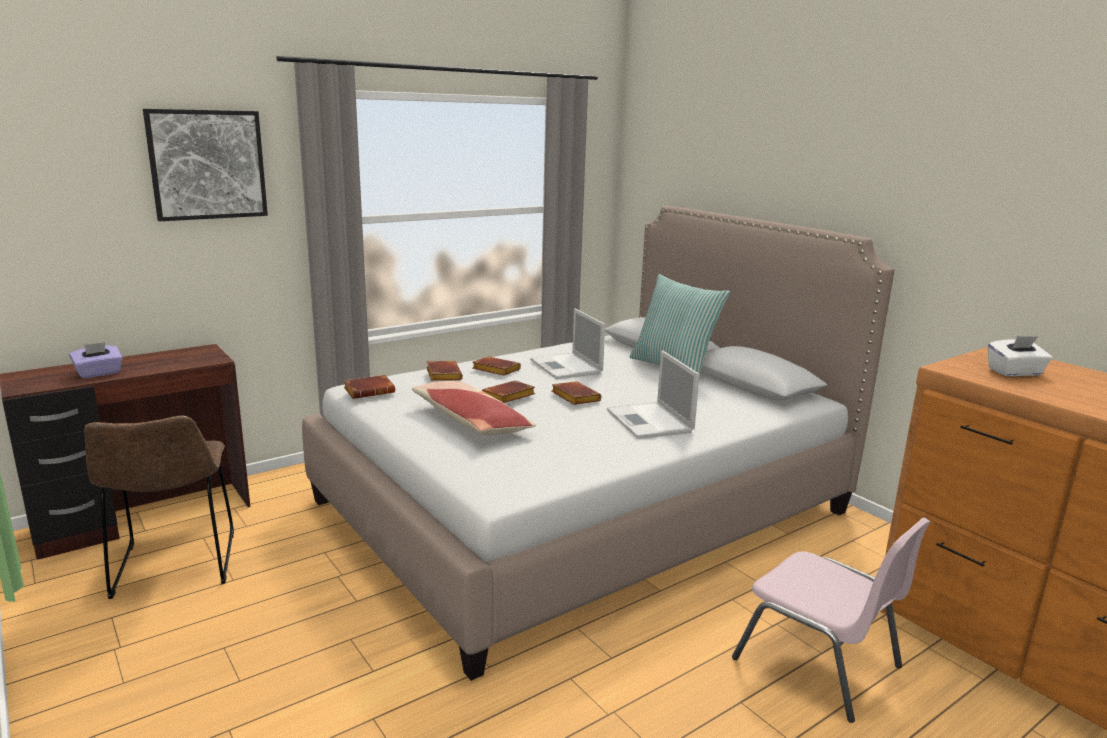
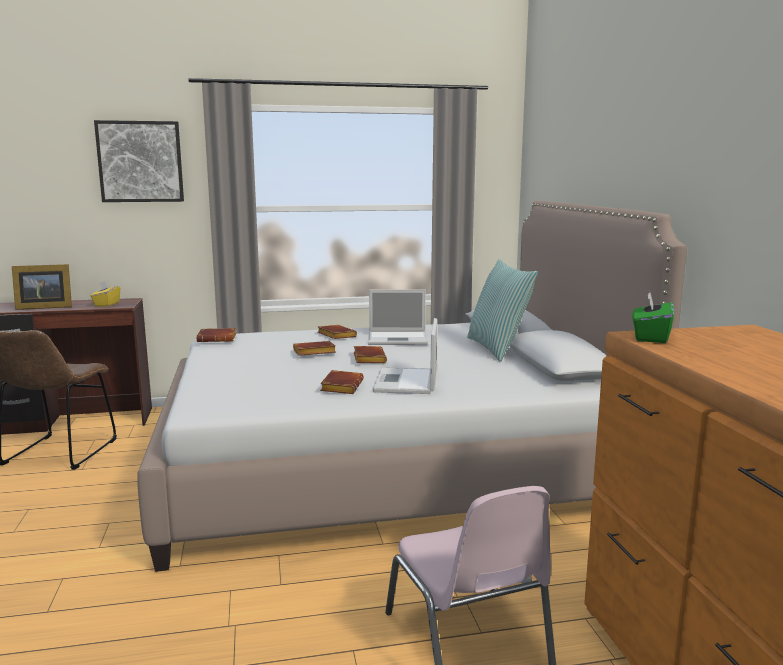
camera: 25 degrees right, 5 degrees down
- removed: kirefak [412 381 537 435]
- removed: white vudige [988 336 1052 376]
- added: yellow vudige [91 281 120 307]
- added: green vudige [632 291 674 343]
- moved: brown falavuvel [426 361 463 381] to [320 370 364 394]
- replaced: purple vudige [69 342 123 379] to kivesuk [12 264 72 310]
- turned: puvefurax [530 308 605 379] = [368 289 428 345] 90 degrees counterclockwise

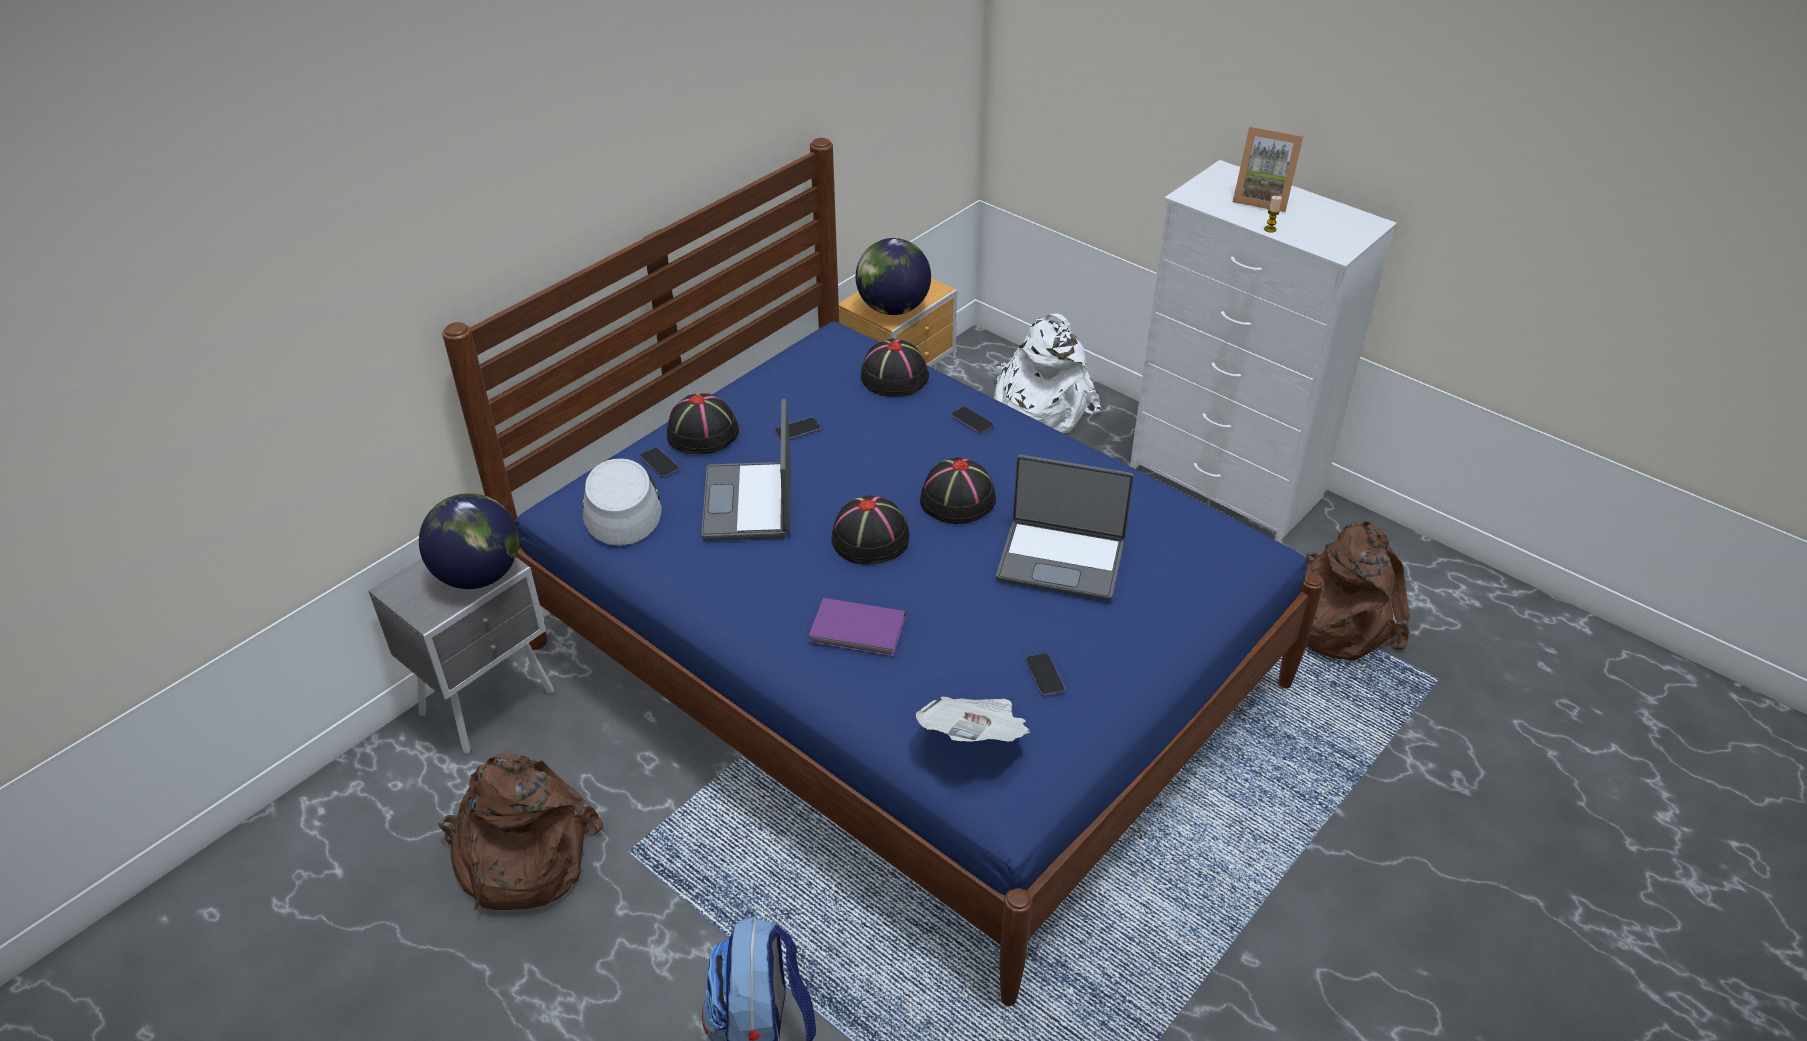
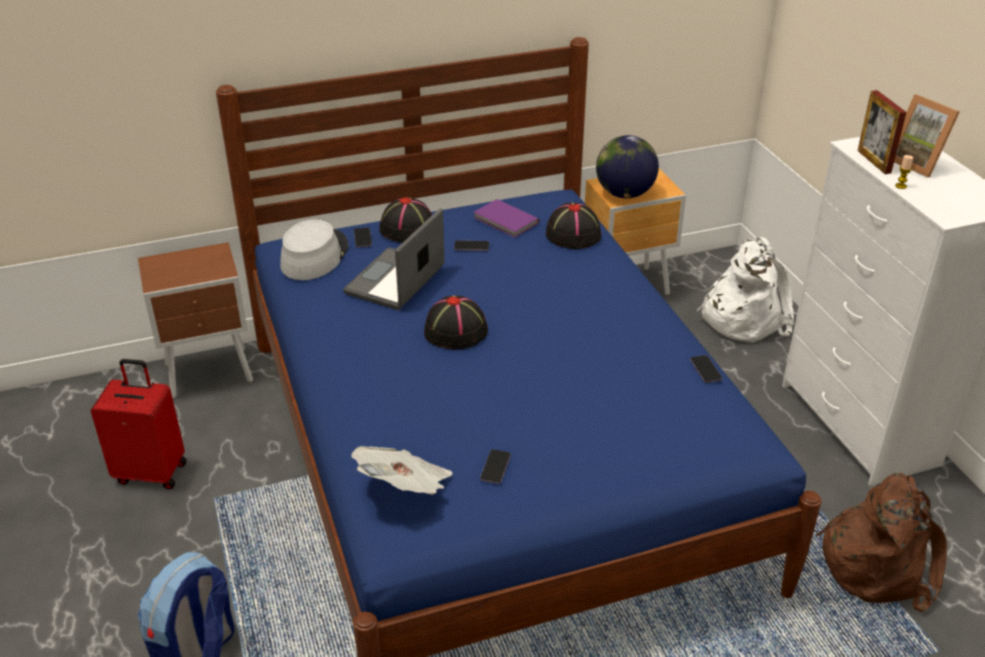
camera: 30 degrees right, 5 degrees down
- removed: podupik [419 493 519 589]
- removed: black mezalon [920 457 996 524]
- removed: puvefurax [996 455 1134 601]
- added: kivesuk [858 90 907 174]
- moved: purple falavuvel [809 598 906 656] to [473 199 539 238]
- moved: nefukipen [951 406 994 434] to [690 355 722 383]
- replaced: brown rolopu [438 753 603 910] to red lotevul [91 359 187 489]
- recoloured: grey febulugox [368 557 554 754] to brown febulugox [138 242 253 399]

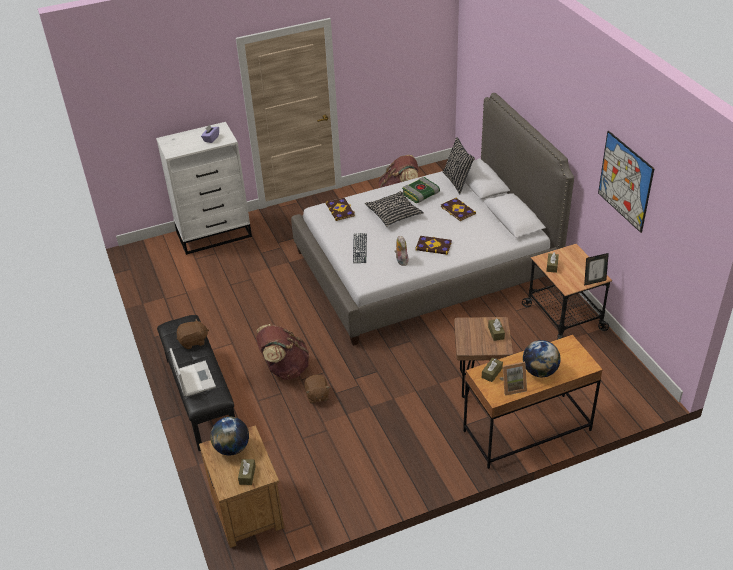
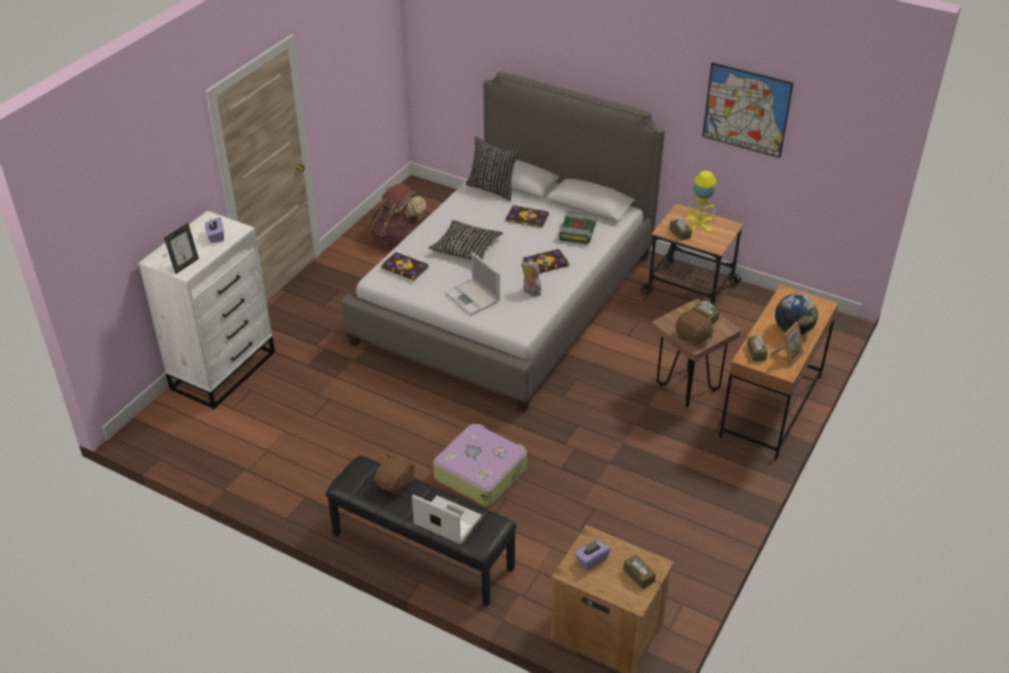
camera: 40 degrees left, 0 degrees up
- added: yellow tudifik [687 171 716 232]
- moved: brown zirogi [304 374 330 403] to [675 310 713 346]
- moved: falavuvel [402 177 440 203] to [559 212 597 244]
- moved: kivesuk [584 253 609 286] to [164 223 199 274]
- replaced: podupik [210 417 249 456] to purple vudige [575 540 610 571]
- replaced: brown rolopu [256 324 310 380] to lotevul [433 424 527 507]
- replaced: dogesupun [353 233 367 263] to puvefurax [445 252 500 315]

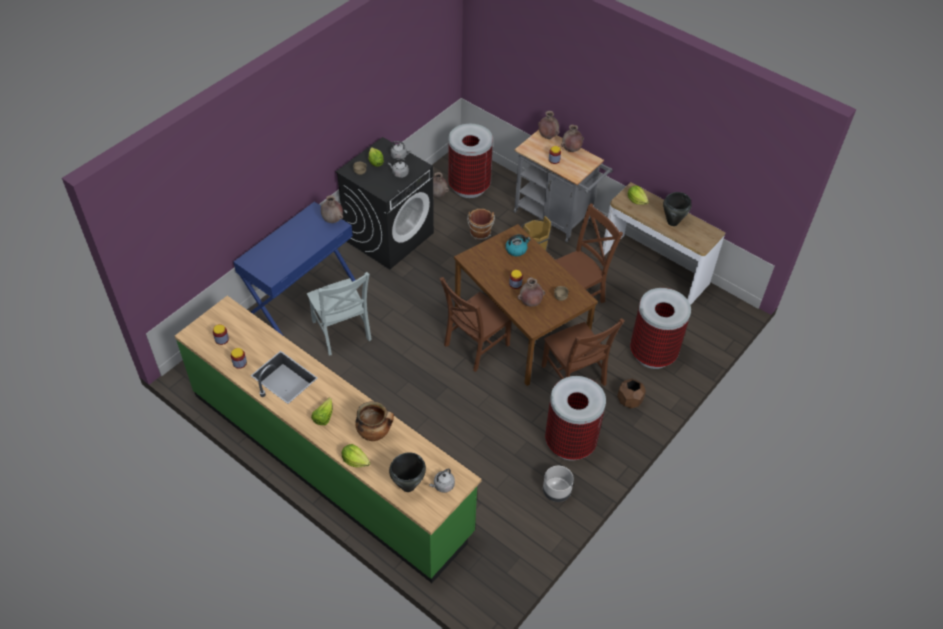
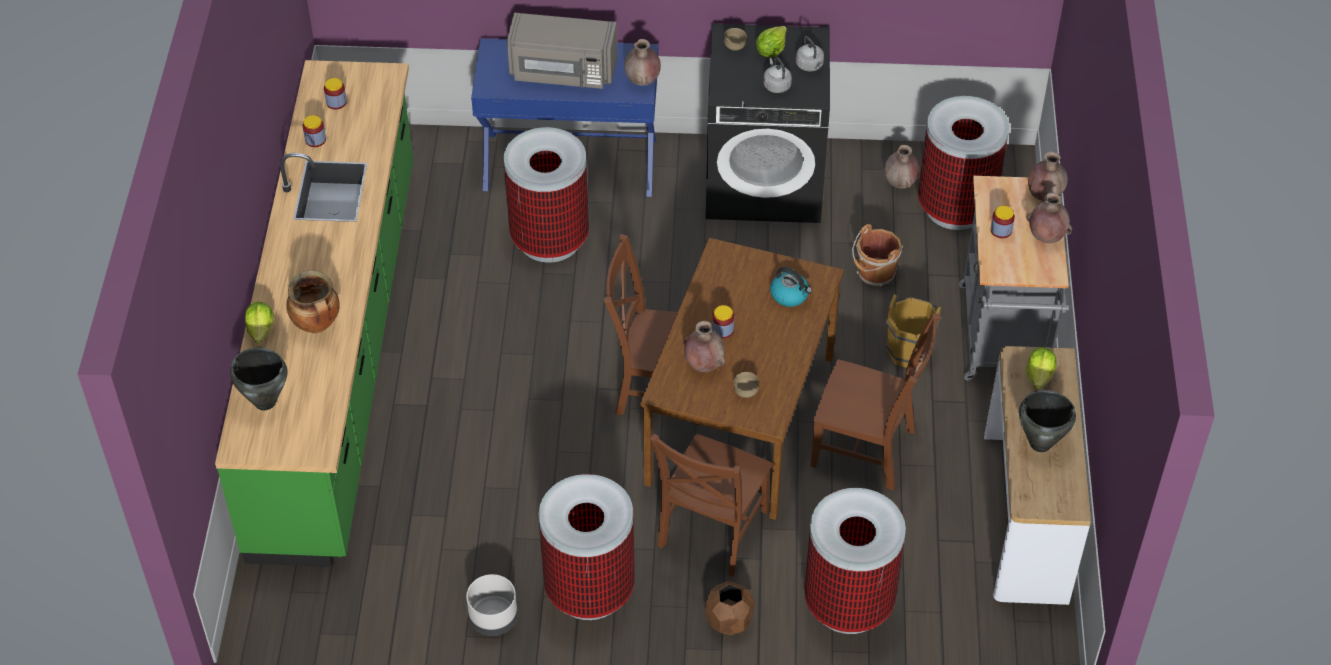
camera: 55 degrees right, 0 degrees up
- removed: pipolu [311 397 333 425]
- removed: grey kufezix [429 469 455 493]
- added: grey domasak [507 13 617 89]
- replaced: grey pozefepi [307 272 372 355] to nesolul [504 127 589 263]

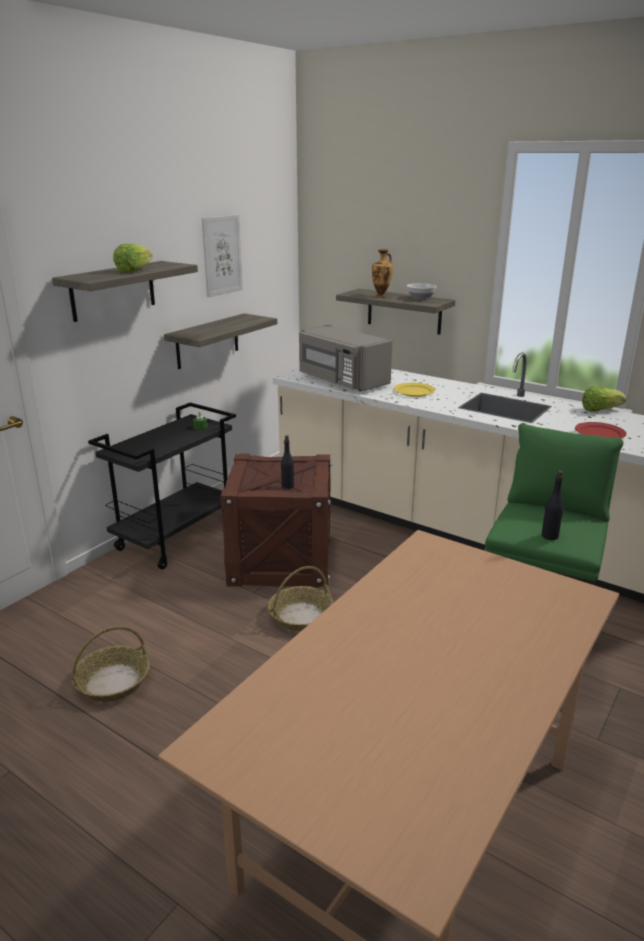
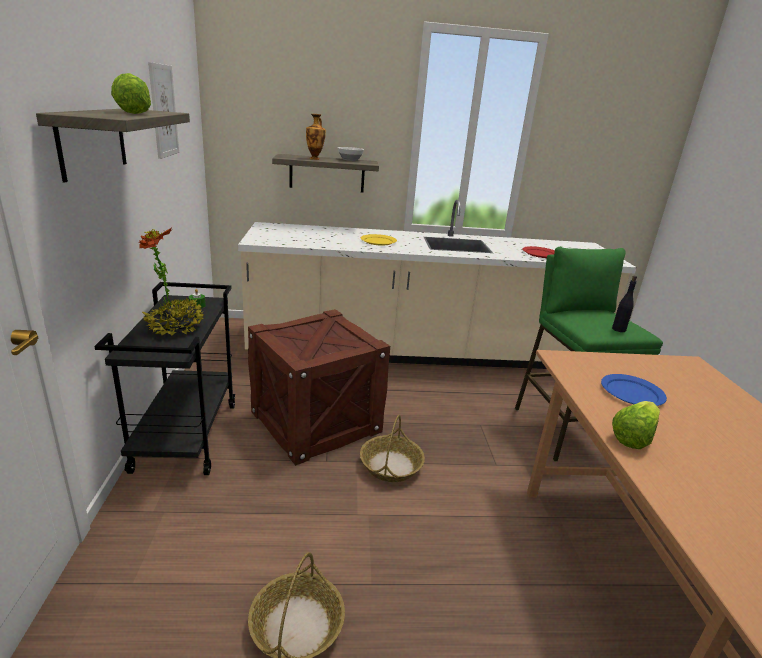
camera: 40 degrees left, 0 degrees up
- removed: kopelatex [164 313 277 369]
- removed: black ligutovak [281 435 294 489]
- removed: grey domasak [299 325 393 392]
- added: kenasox [138 228 204 335]
- added: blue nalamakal [601 374 667 406]
- moved: pipolu [582 386 626 412] to [612 401 660 449]

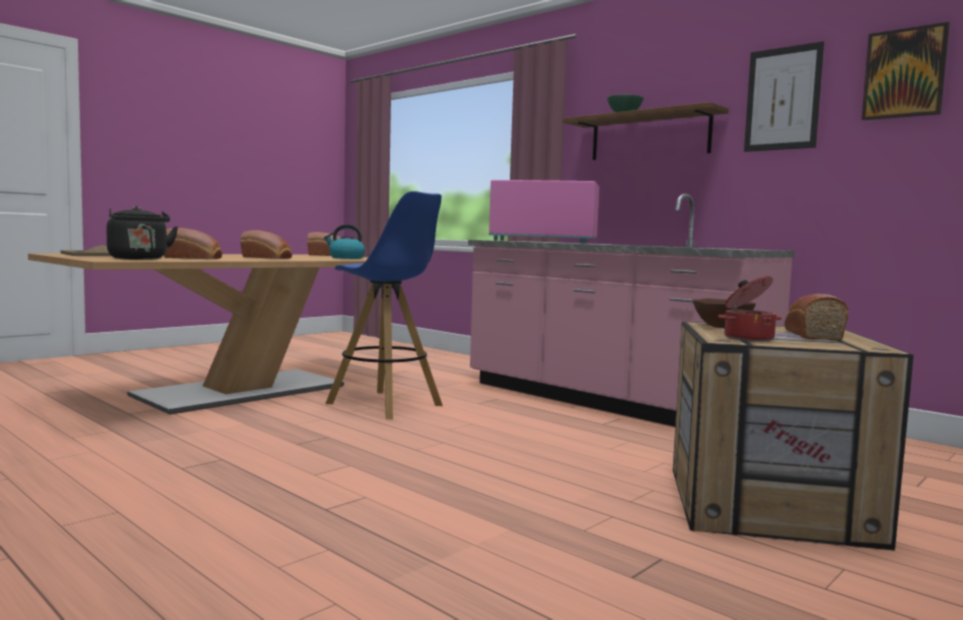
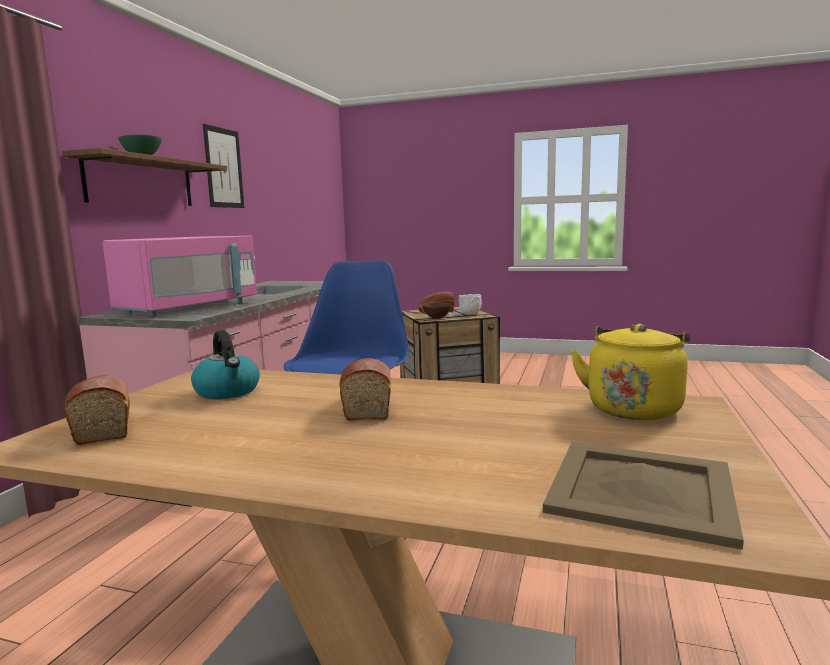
camera: 115 degrees left, 5 degrees up
- removed: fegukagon [164 228 222 259]
- removed: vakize [862 22 950 120]
- replaced: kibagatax [718 276 782 342] to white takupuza [458 294 482 315]
- recoloured: black kufezix [107 206 178 260] to yellow kufezix [570 324 690 420]
- turned: pink domasak [489 180 599 243] = [103 235 257 316] 135 degrees counterclockwise

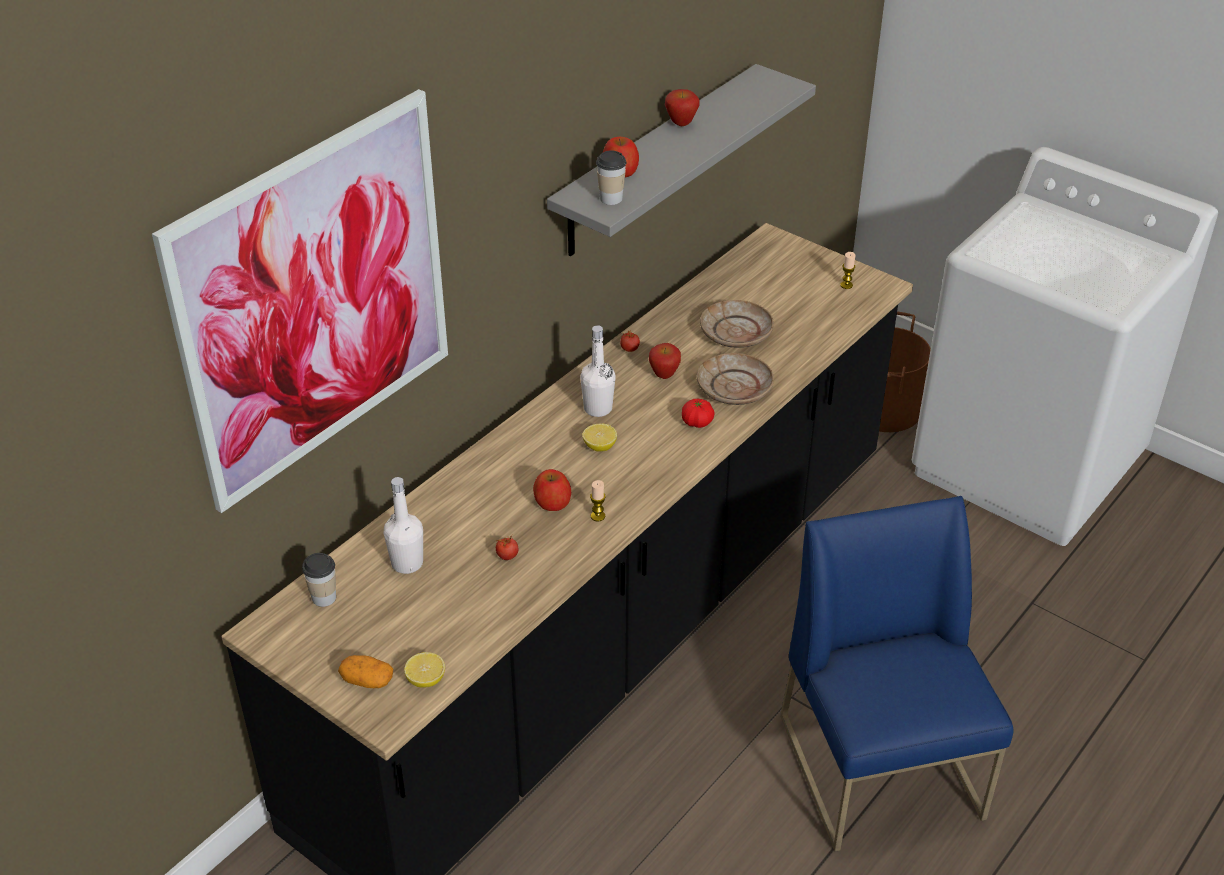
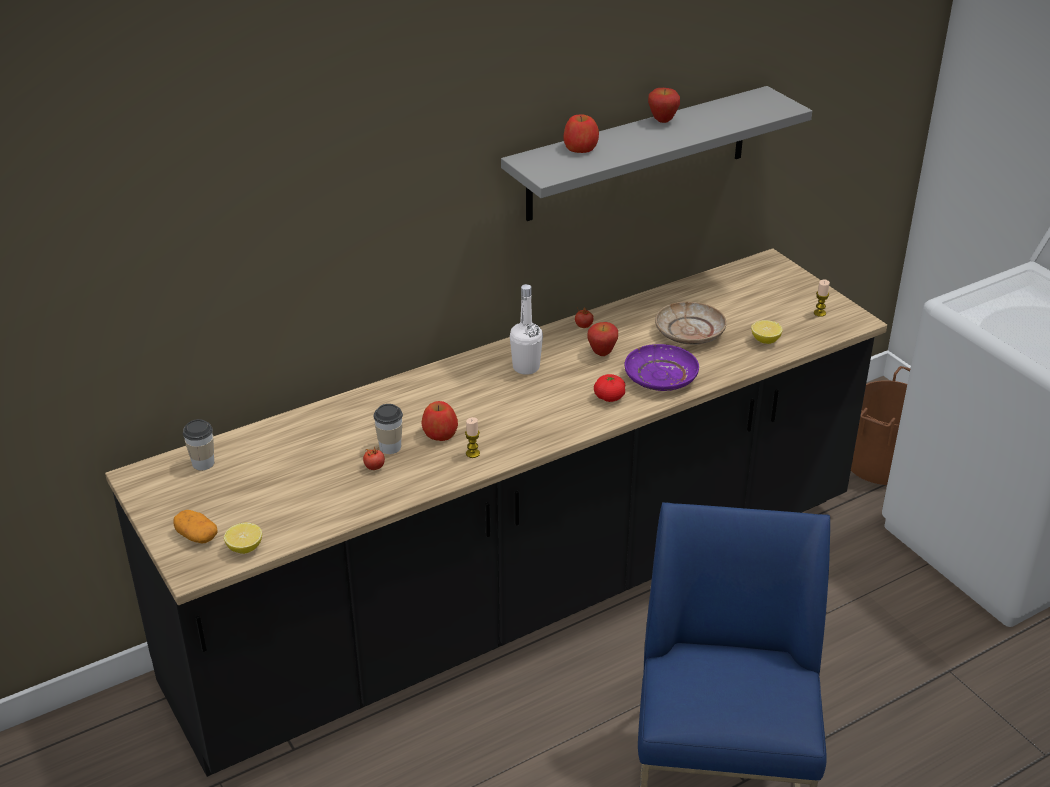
camera: 20 degrees right, 5 degrees down
- removed: vakize [152 89 448 513]
- removed: white ligutovak [384 477 423 574]
- moved: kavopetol [582 424 617 451] to [751 320 783 344]
- moved: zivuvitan [596 150 626 205] to [373 404 403 454]
- recoloured: beige nalamakal [697 353 774 405] to purple nalamakal [624 344 699 391]

